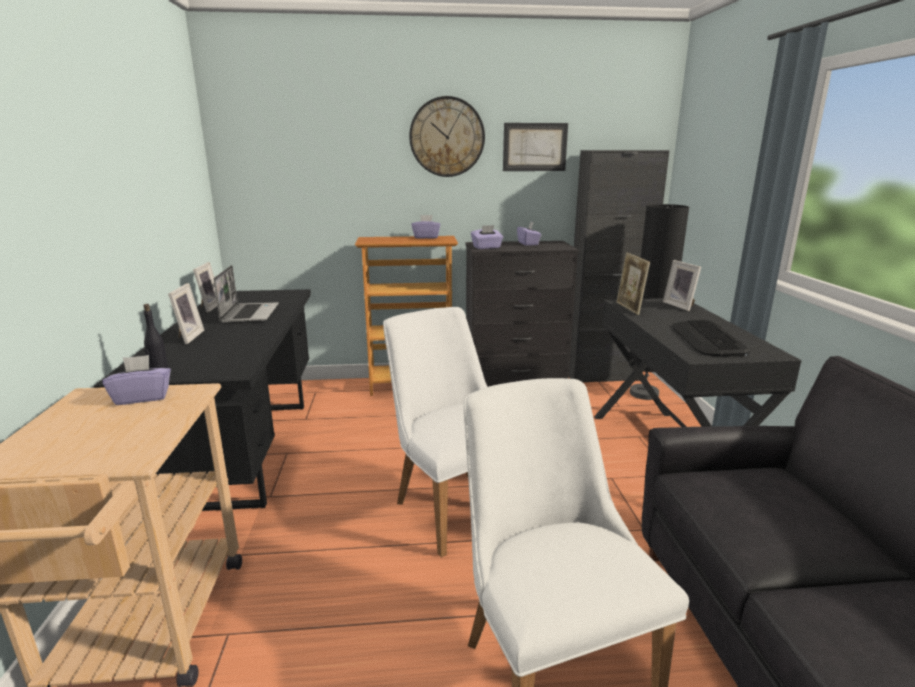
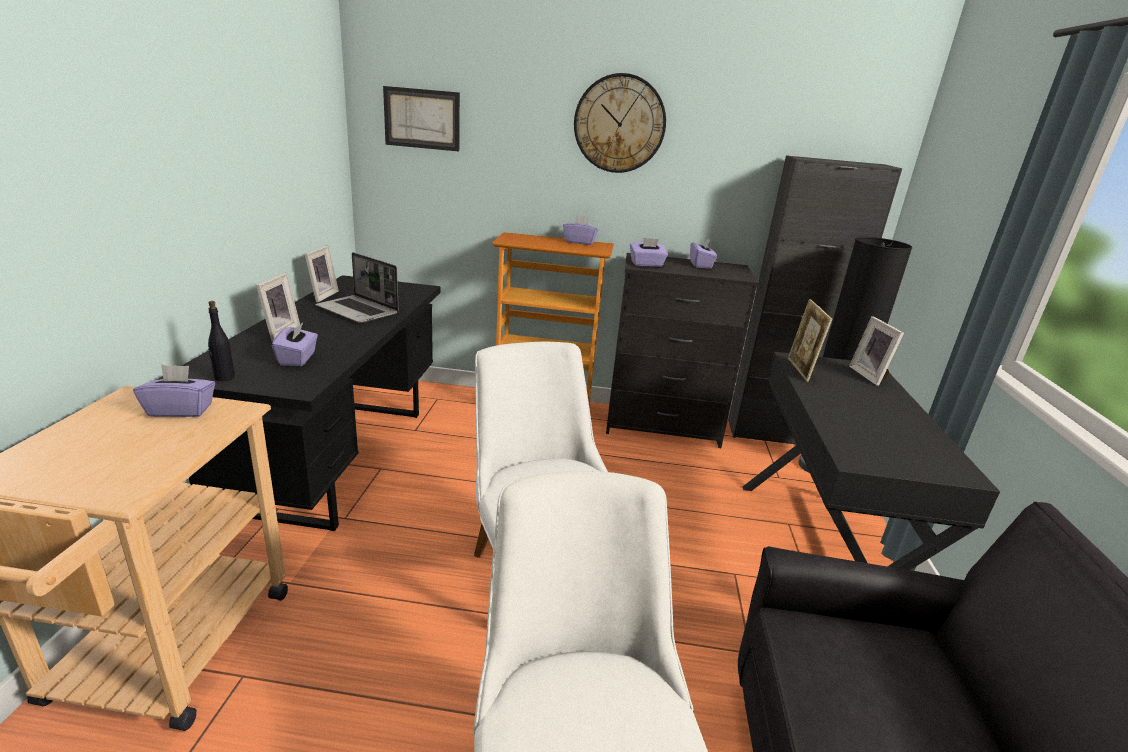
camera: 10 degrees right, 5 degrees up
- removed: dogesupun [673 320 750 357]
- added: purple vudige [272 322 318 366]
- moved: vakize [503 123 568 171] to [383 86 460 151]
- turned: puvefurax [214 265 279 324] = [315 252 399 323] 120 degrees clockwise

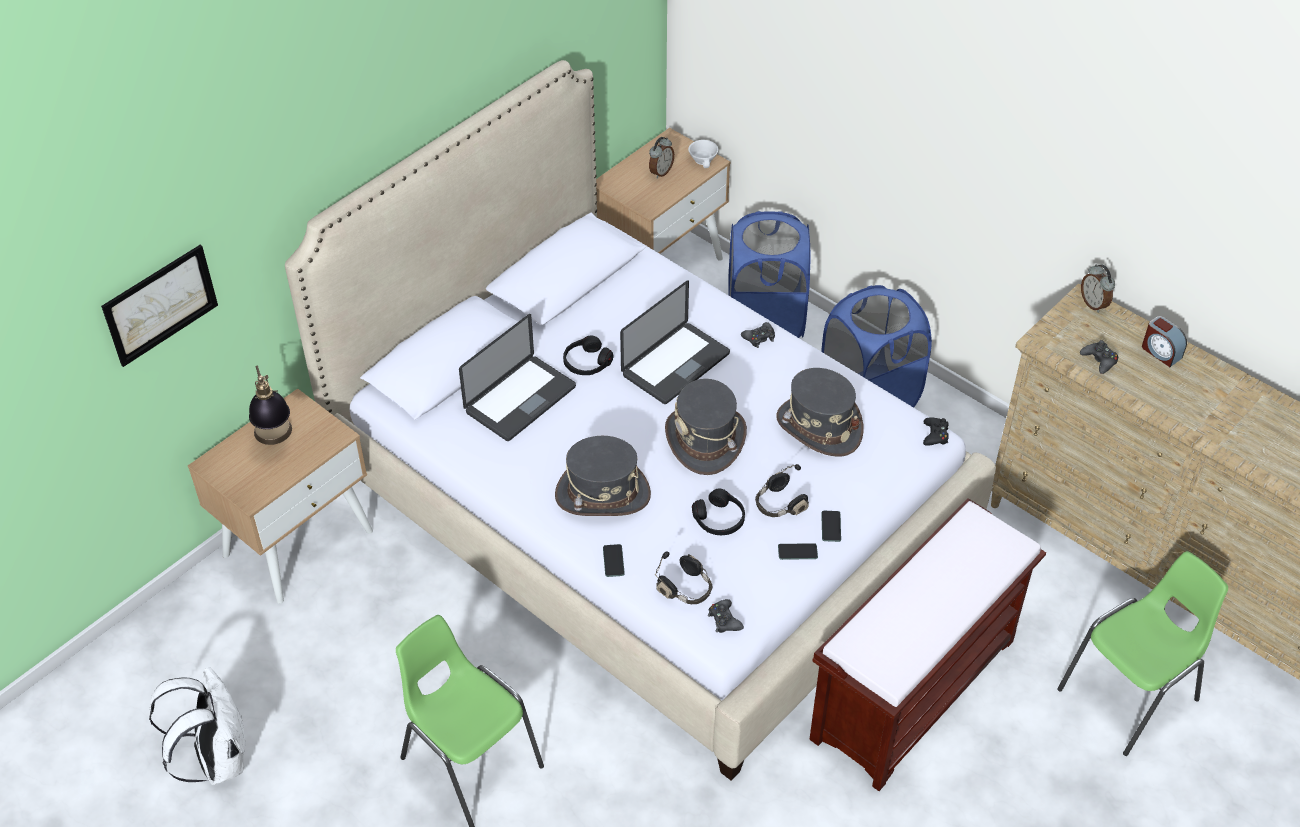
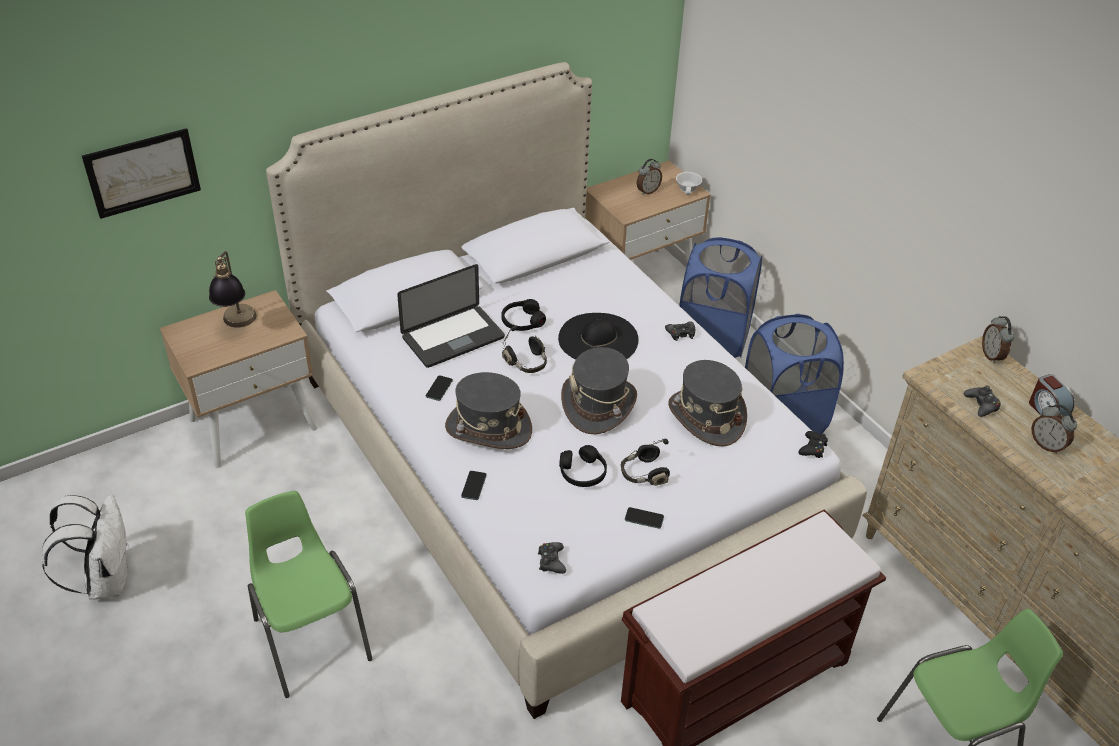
camera: 15 degrees right, 5 degrees down
- added: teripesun [1031 404 1077 454]
- moved: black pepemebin [655 551 712 604] to [502 326 547 373]
- moved: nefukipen [821 511 841 542] to [426 375 453 401]
- replaced: puvefurax [620 280 730 404] to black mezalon [558 313 638 359]

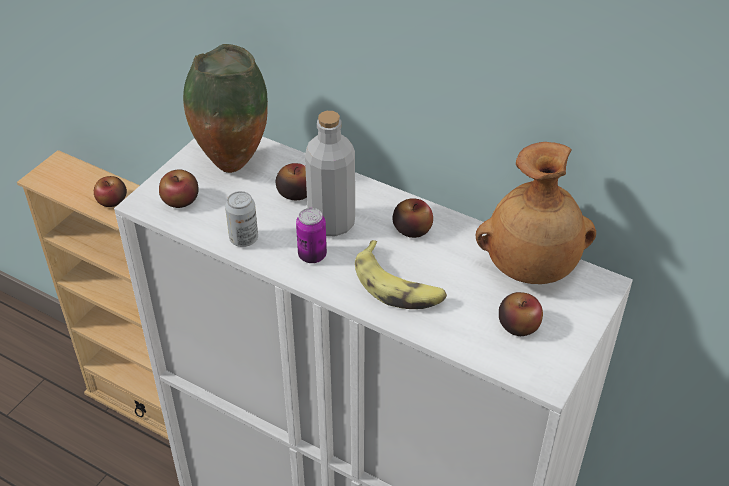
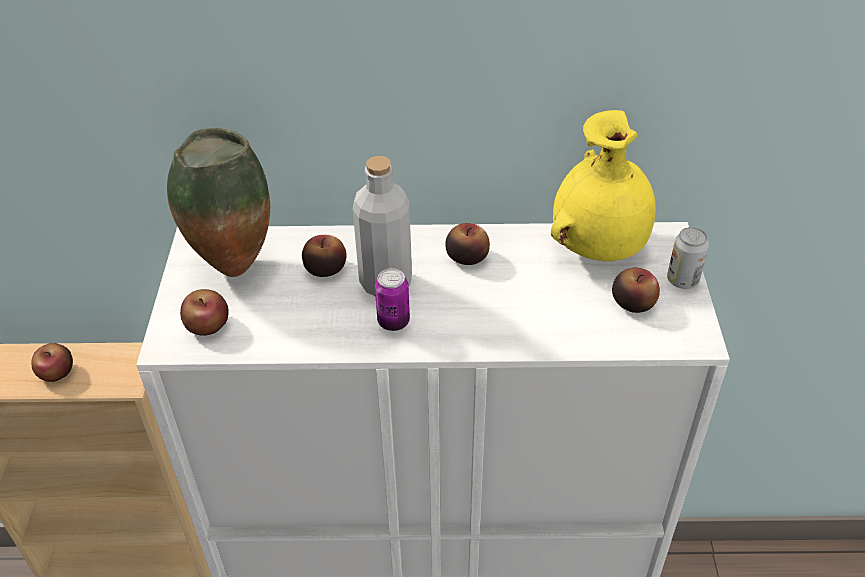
camera: 30 degrees left, 0 degrees up
- removed: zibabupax [355 240 447 309]
- moved: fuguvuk [225 191 258 247] to [667 227 709 289]
- recoloured: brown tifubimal [476 142 596 284] to yellow tifubimal [551 110 656 261]

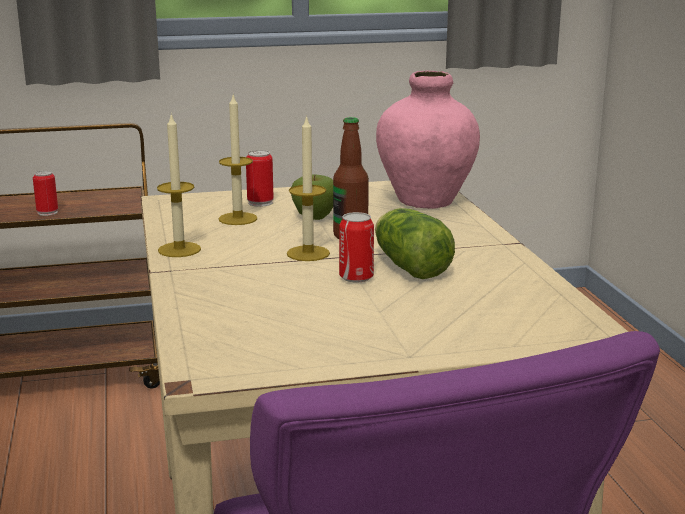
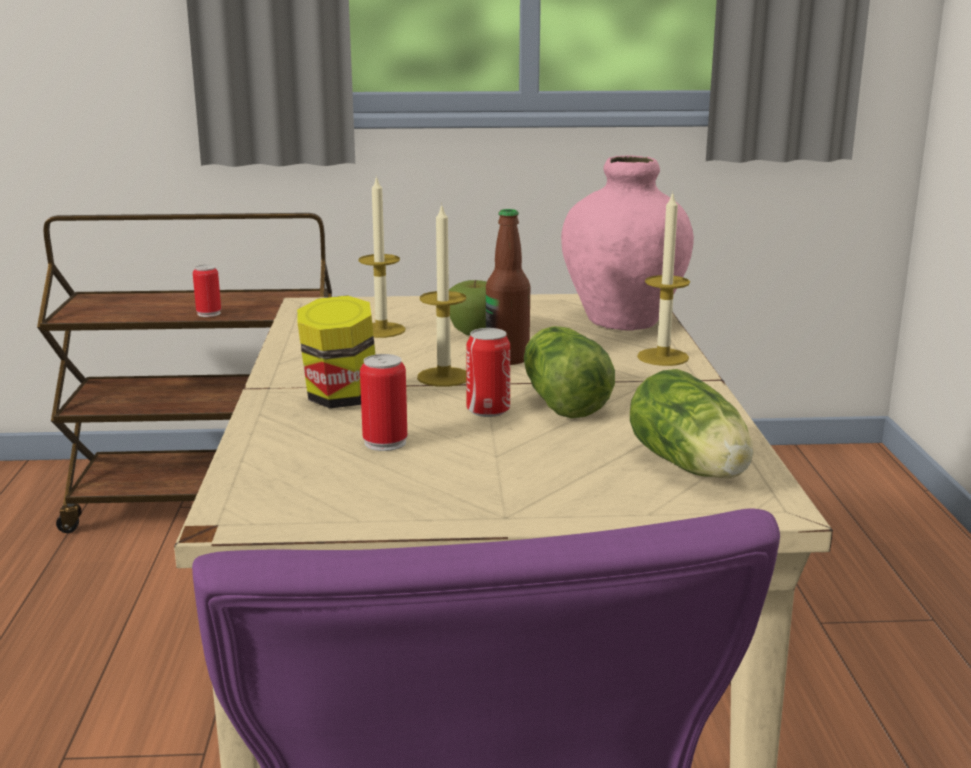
camera: 10 degrees right, 0 degrees up
- added: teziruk [297 295 376 408]
- added: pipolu [630 369 753 478]
- moved: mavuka [157 113 201 257] to [637 192 690 366]
- moved: fuguvuk [246 150 274 207] to [360 354 407 451]

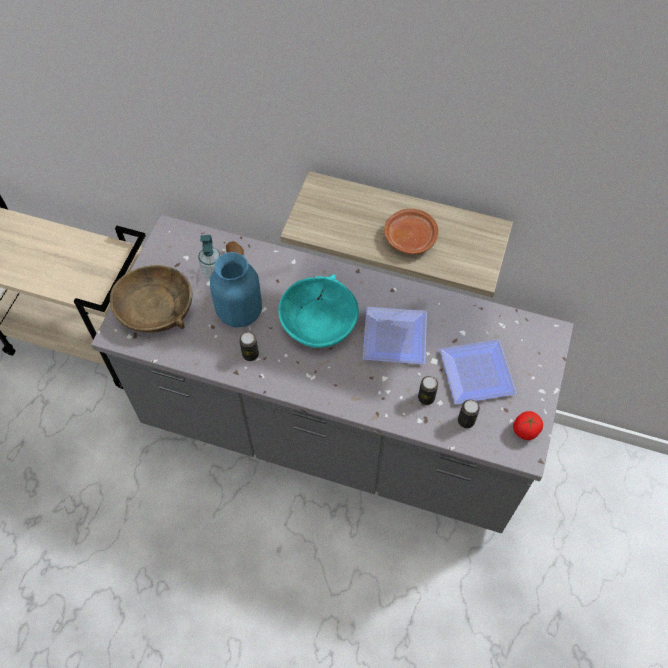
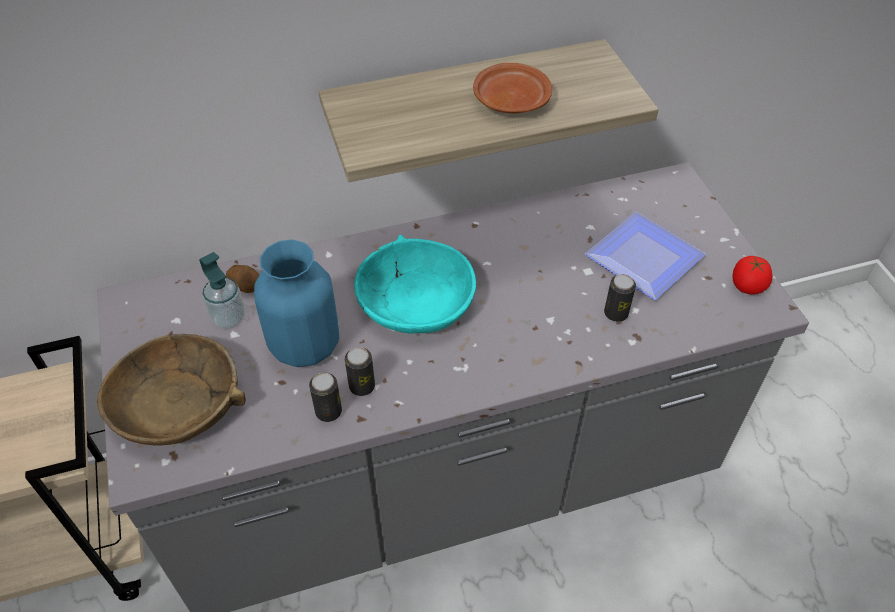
camera: 35 degrees left, 10 degrees down
- removed: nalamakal [363 307 427 364]
- moved: fuguvuk [458 400 480 428] to [309 373 342 422]

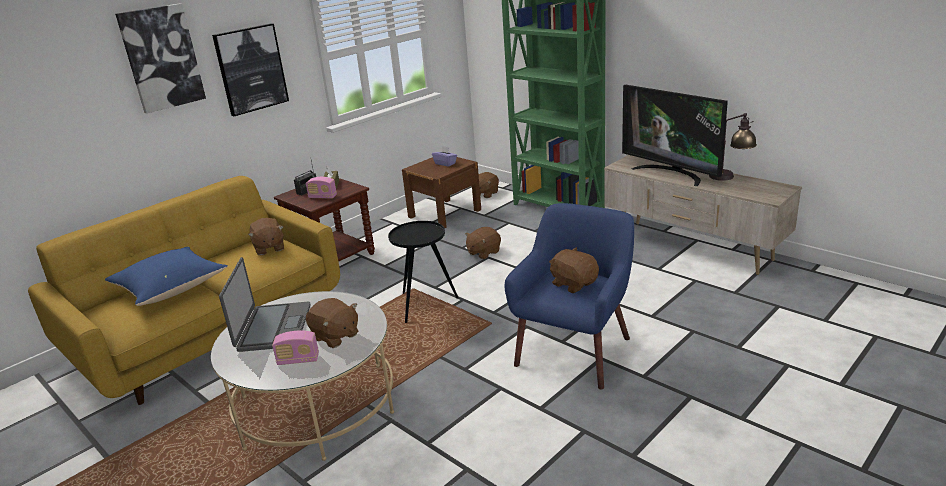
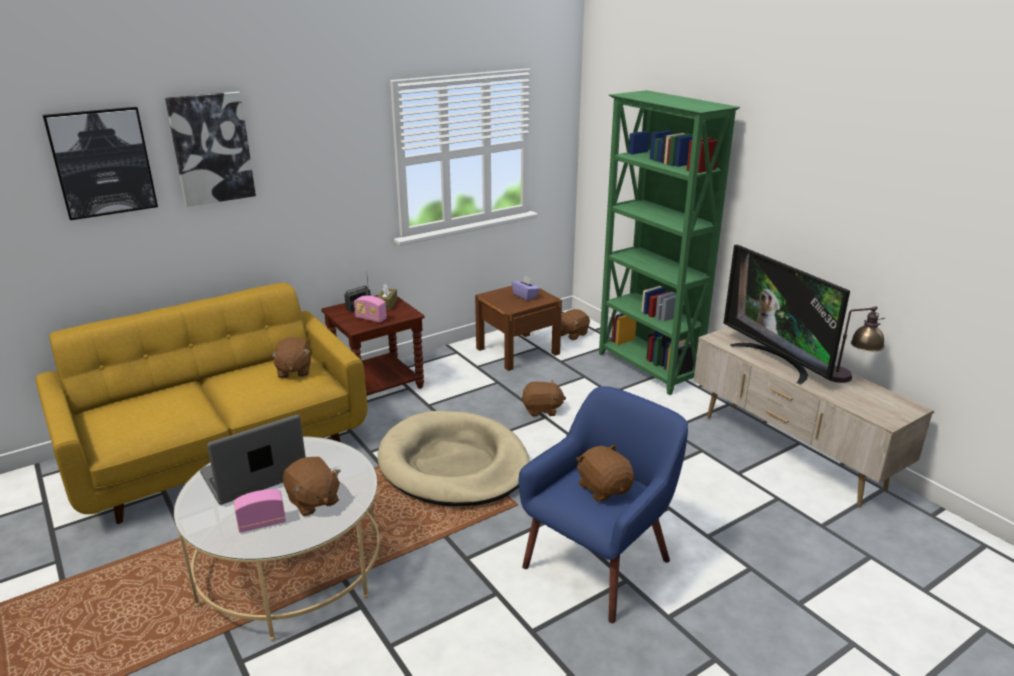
camera: 10 degrees right, 0 degrees up
- removed: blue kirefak [105 247 228 306]
- moved: vakize [212 23 289 116] to [43 107 158 220]
- replaced: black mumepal [388 221 458 323] to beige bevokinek [378 411 530 506]
- turned: puvefurax [219 257 311 352] = [200 415 306 505] 135 degrees counterclockwise
- turned: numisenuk [272 330 319 365] = [234 489 286 532] 150 degrees clockwise
- turned: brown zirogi [465 227 501 259] = [521 380 566 417] 150 degrees counterclockwise

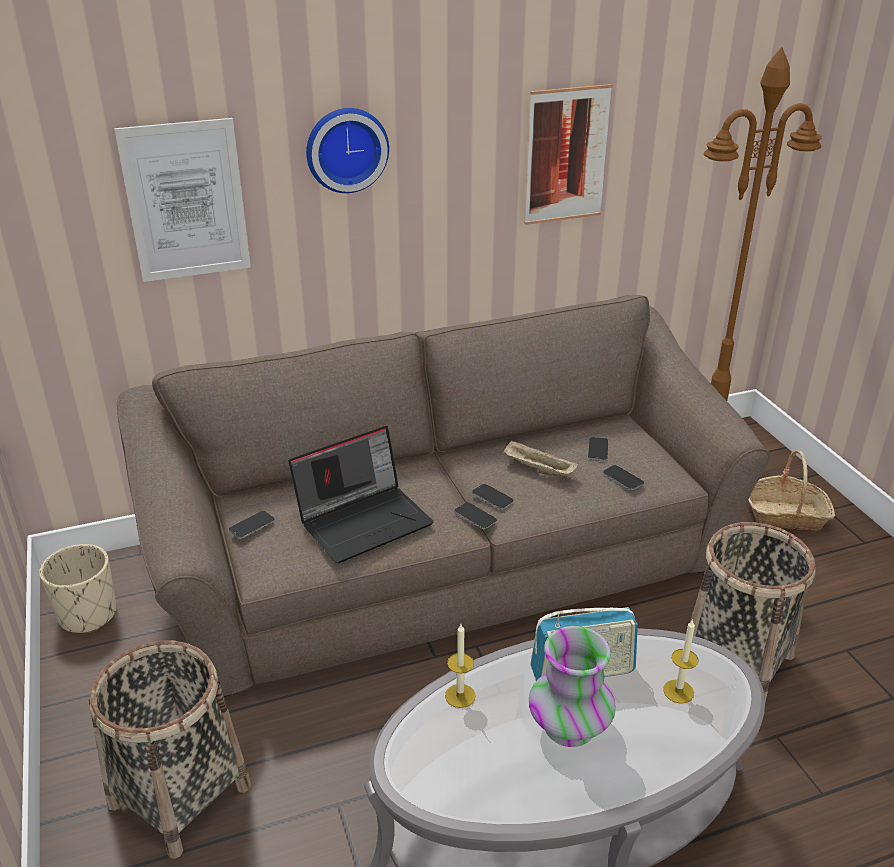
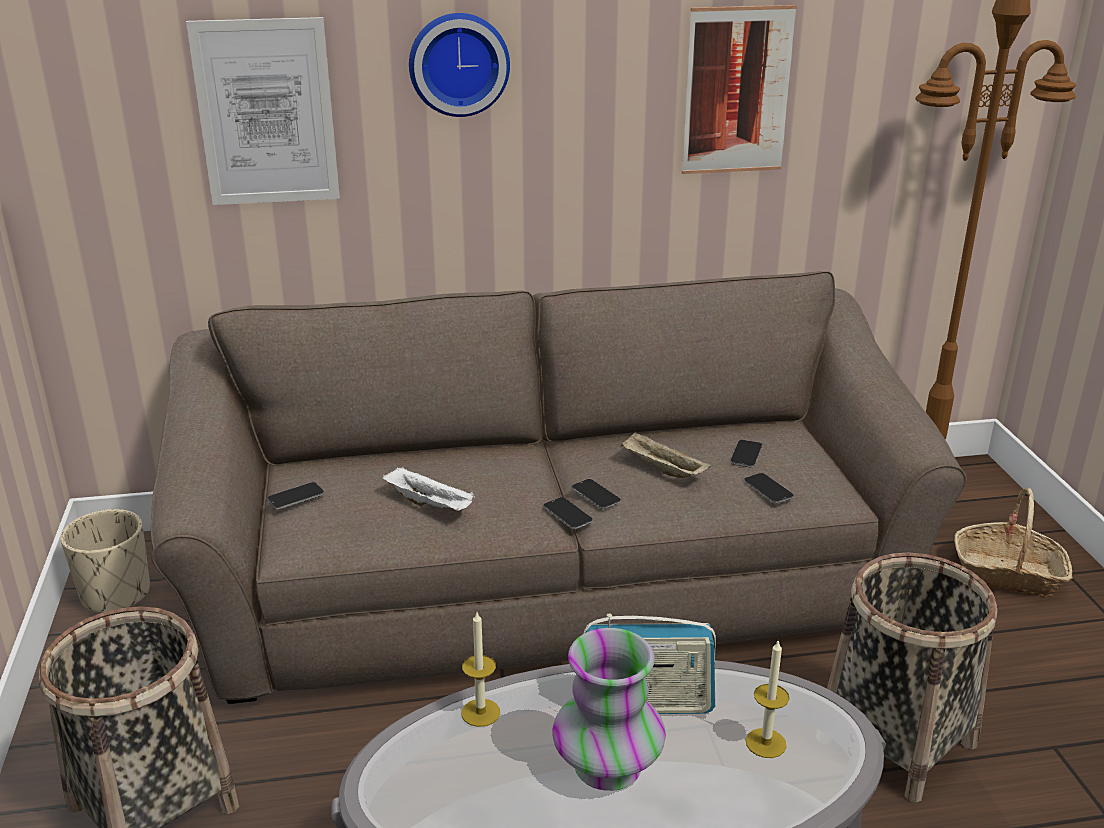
camera: 10 degrees right, 5 degrees down
- replaced: puvefurax [289 426 434 563] to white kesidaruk [382 467 475 511]

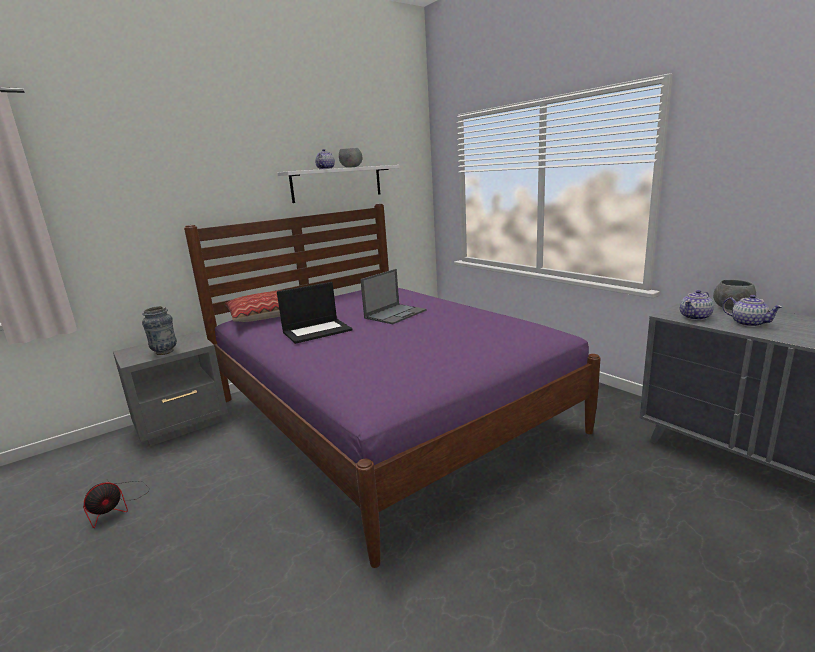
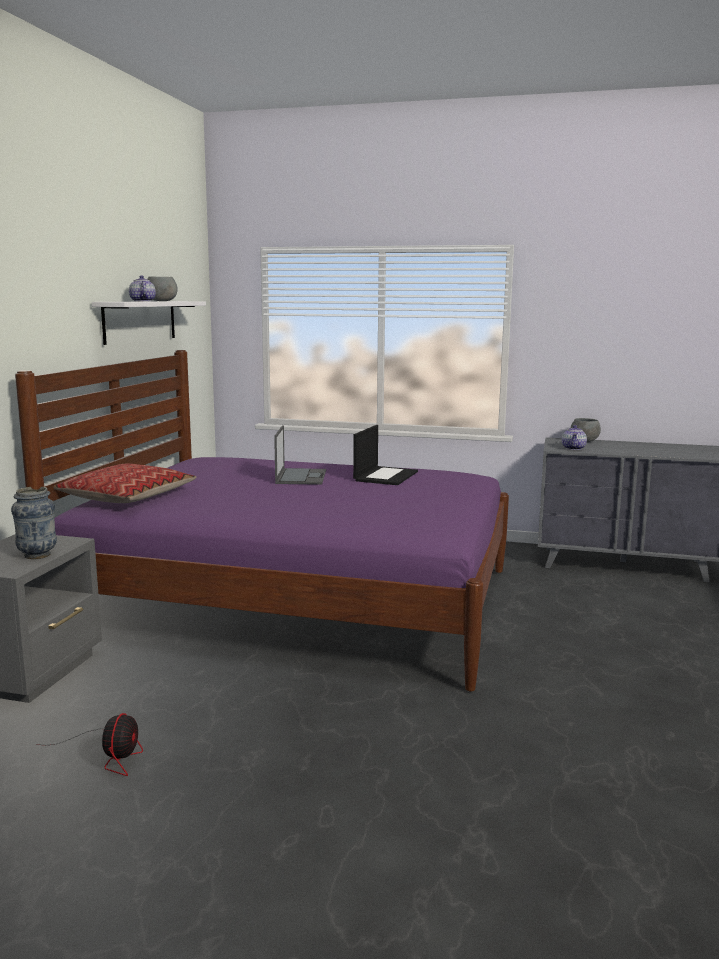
camera: 40 degrees left, 5 degrees down
- removed: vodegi [722 295 783 327]
- moved: puvefurax [277 282 352 344] to [353 425 418 485]

